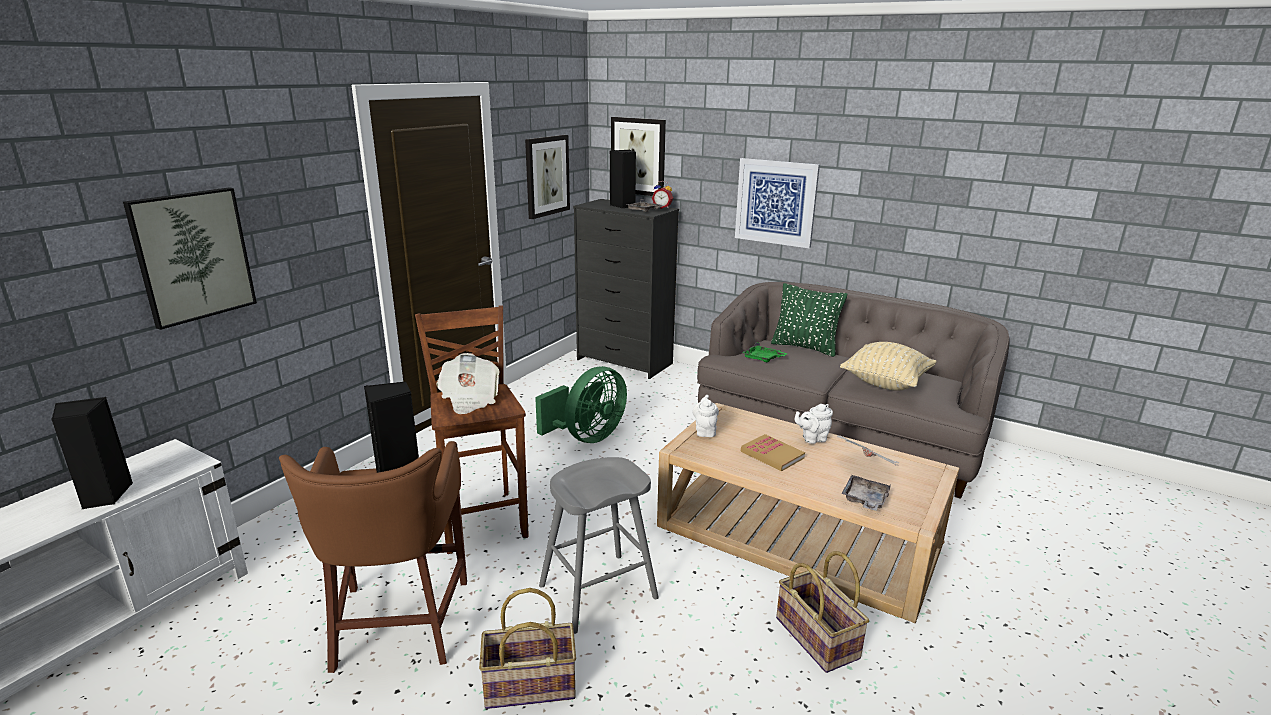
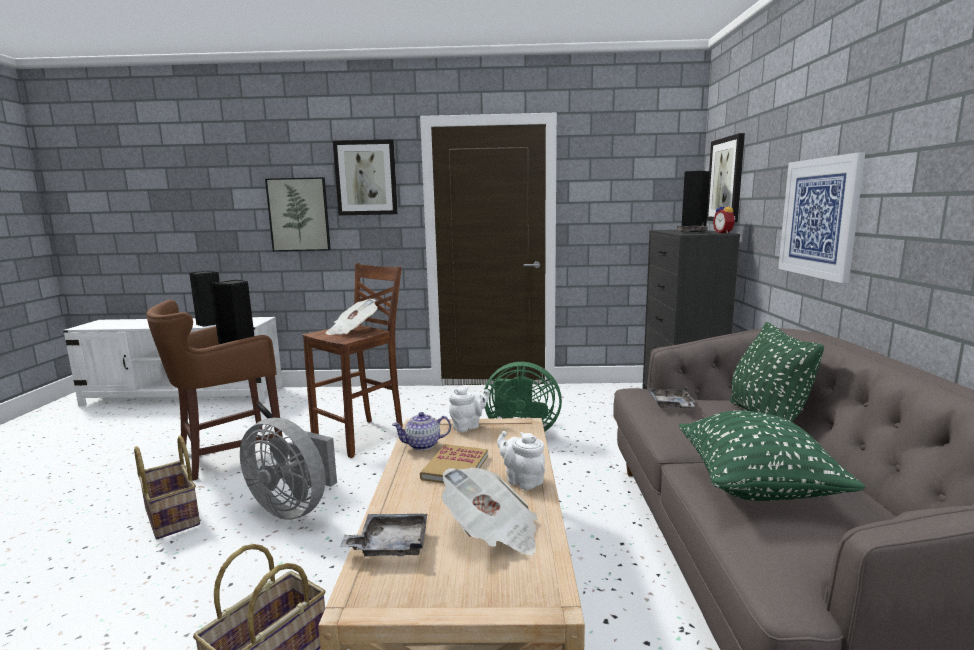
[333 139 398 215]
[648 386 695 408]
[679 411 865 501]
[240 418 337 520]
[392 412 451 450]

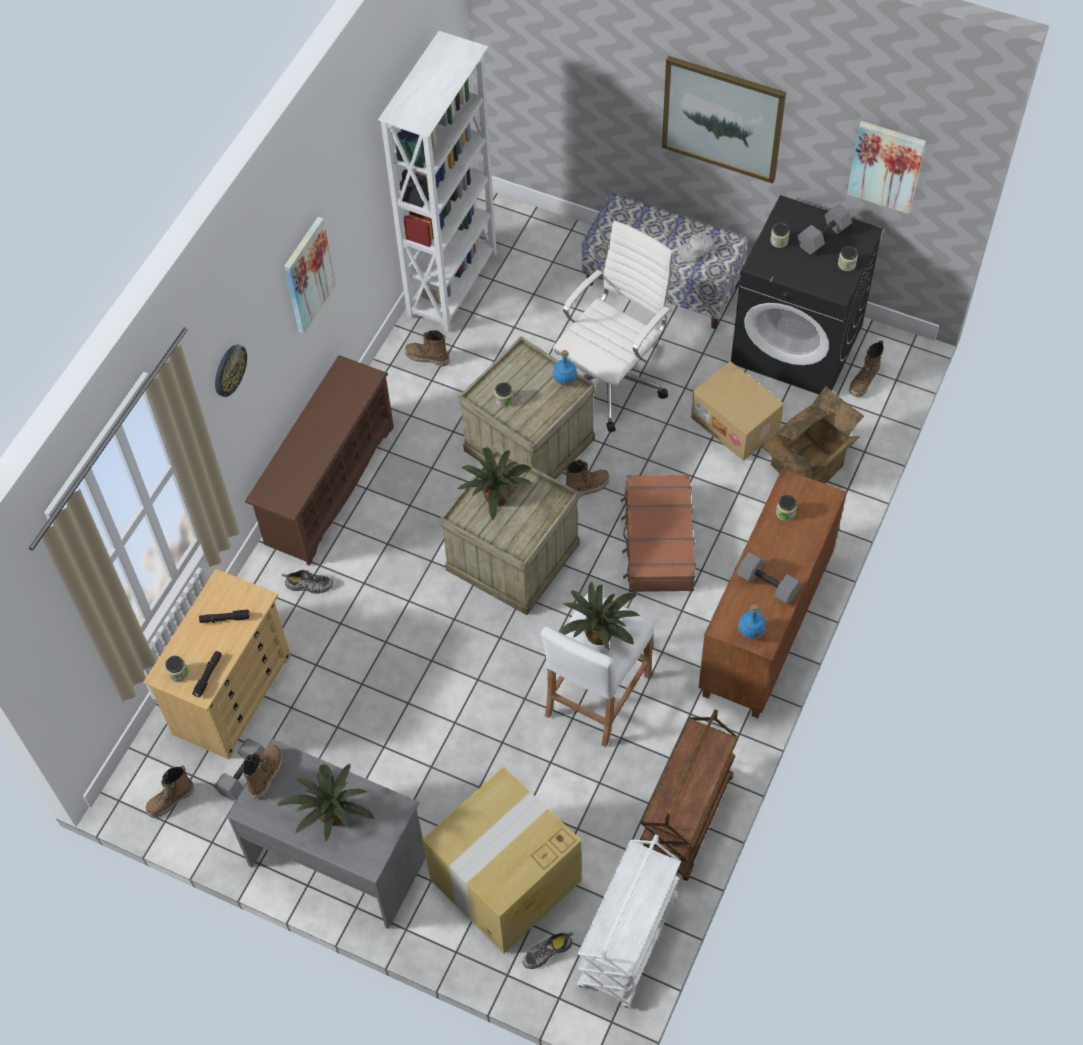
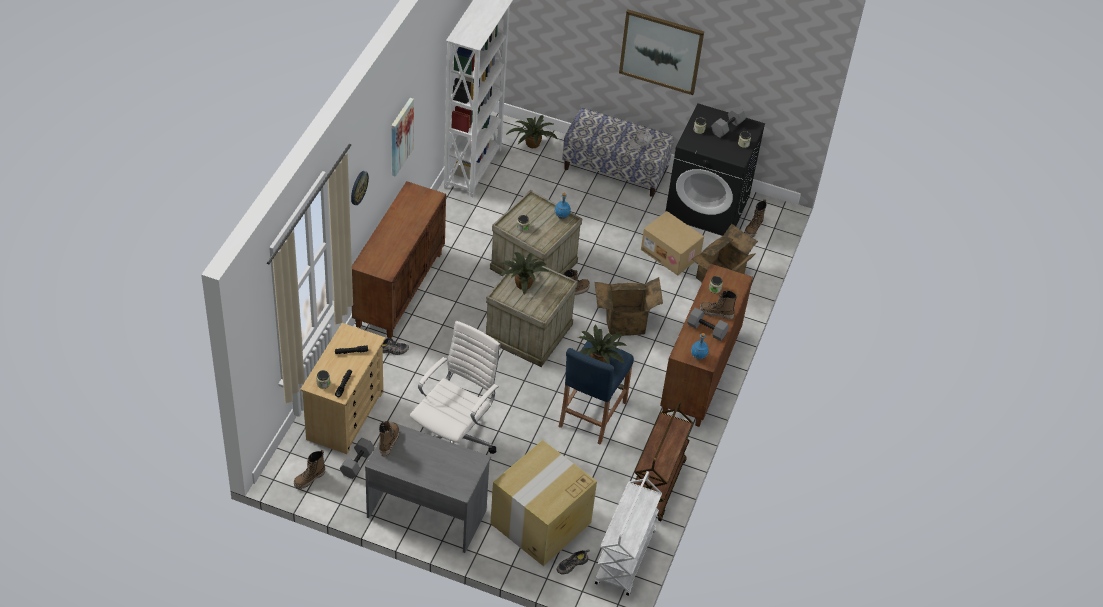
[847 121 926 214] (first image)
[410 321 500 454]
[699 291 738 319]
[352 181 446 338]
[595 277 663 336]
[558 341 634 445]
[506 115 557 148]

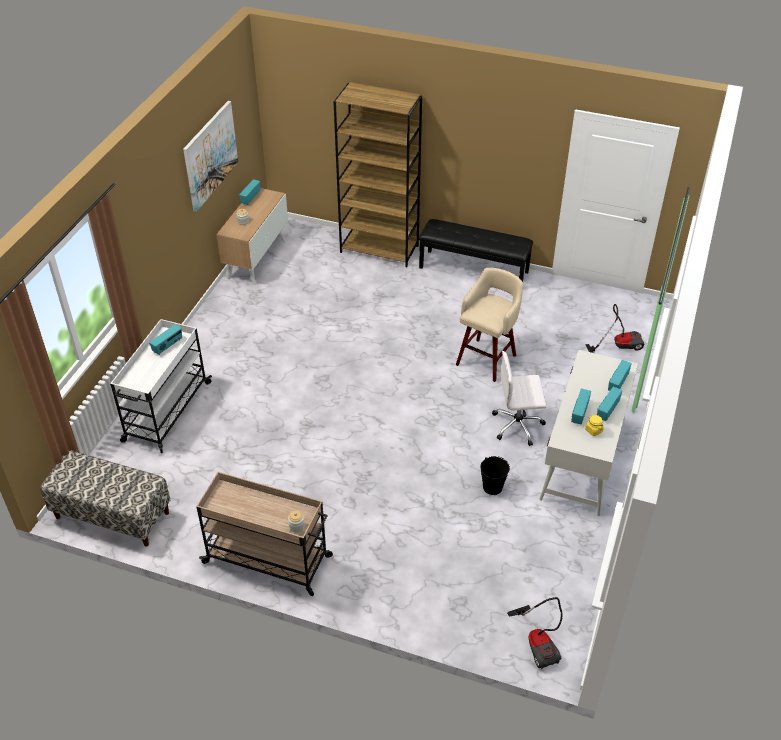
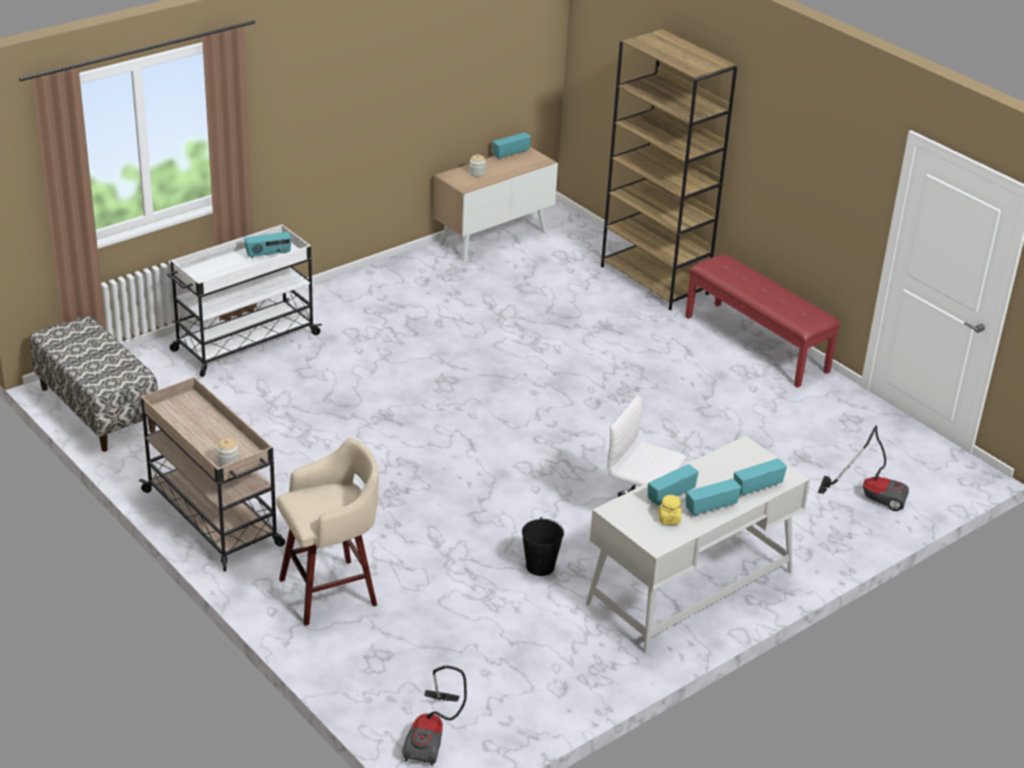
[183 101 238 212] (first image)
[685 255 840 388]
[277 438 379 626]

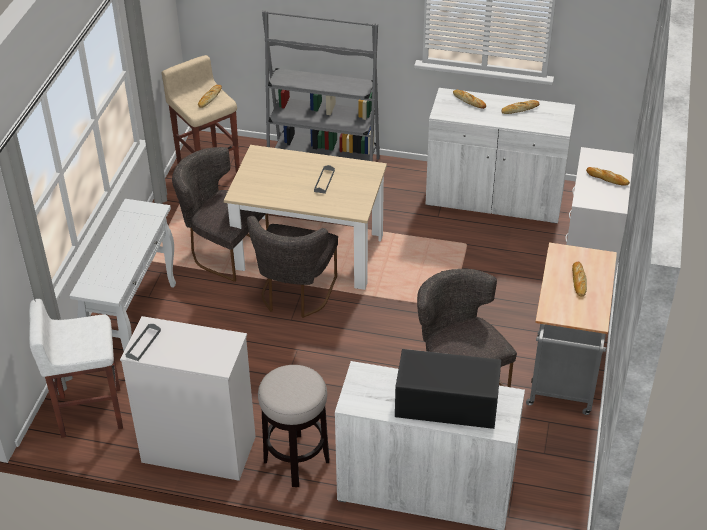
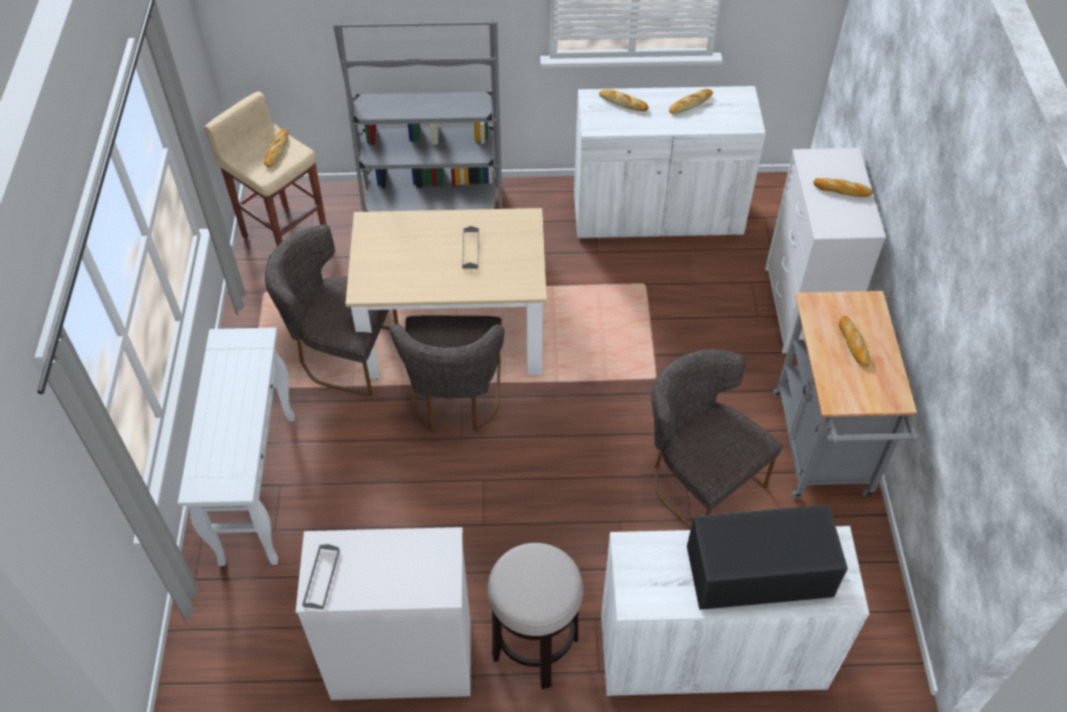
[29 299 123 438] (first image)

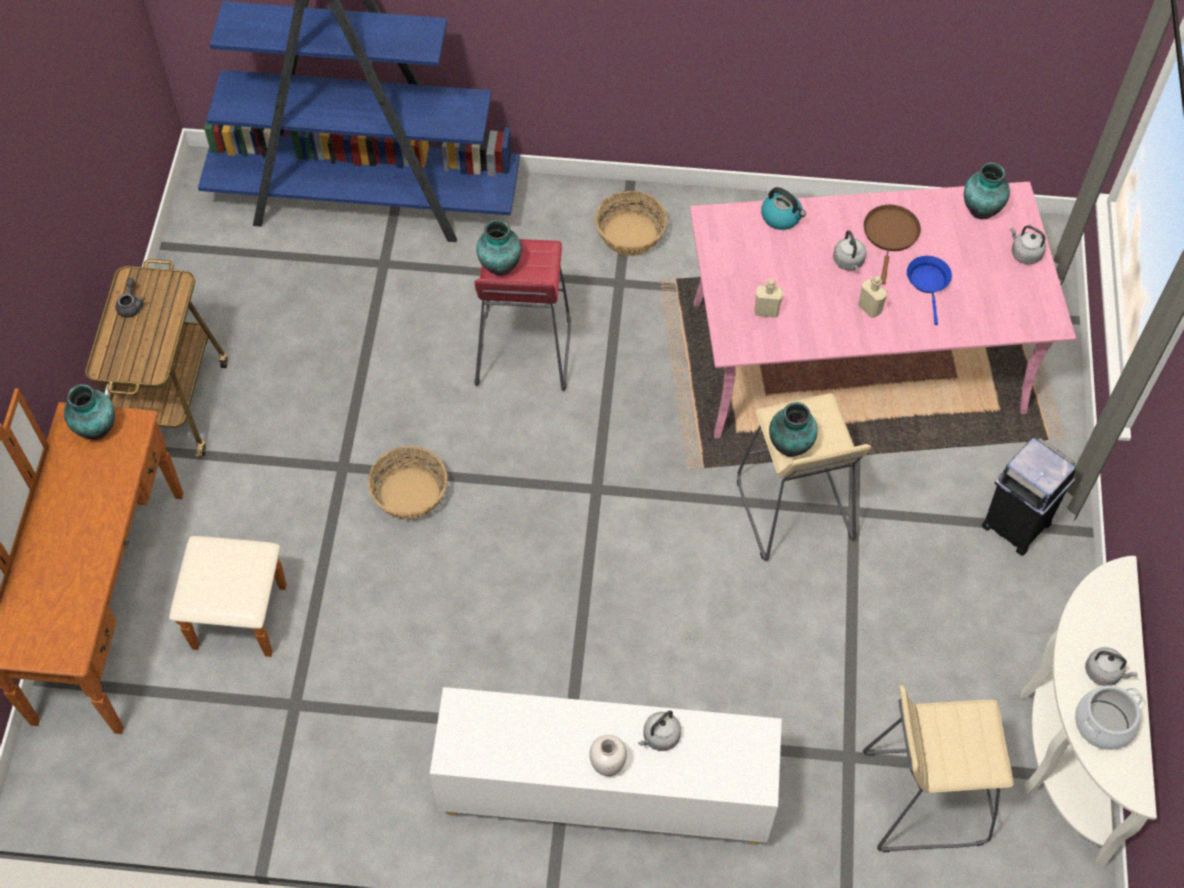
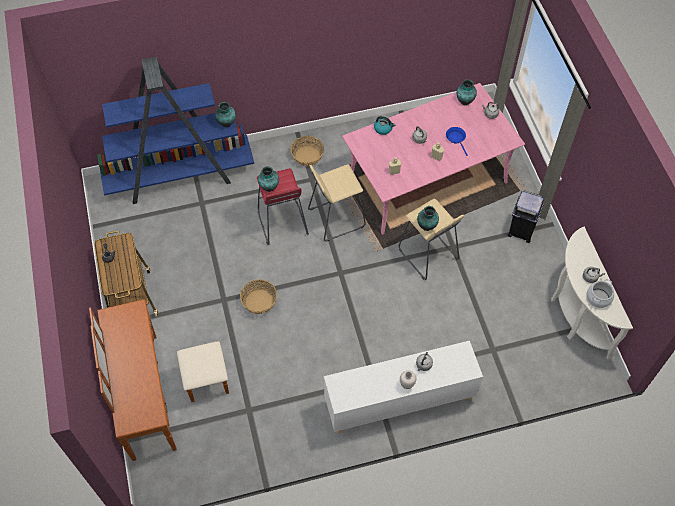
[864 205 921 284] (first image)
[215 102 236 127]
[308 164 366 241]

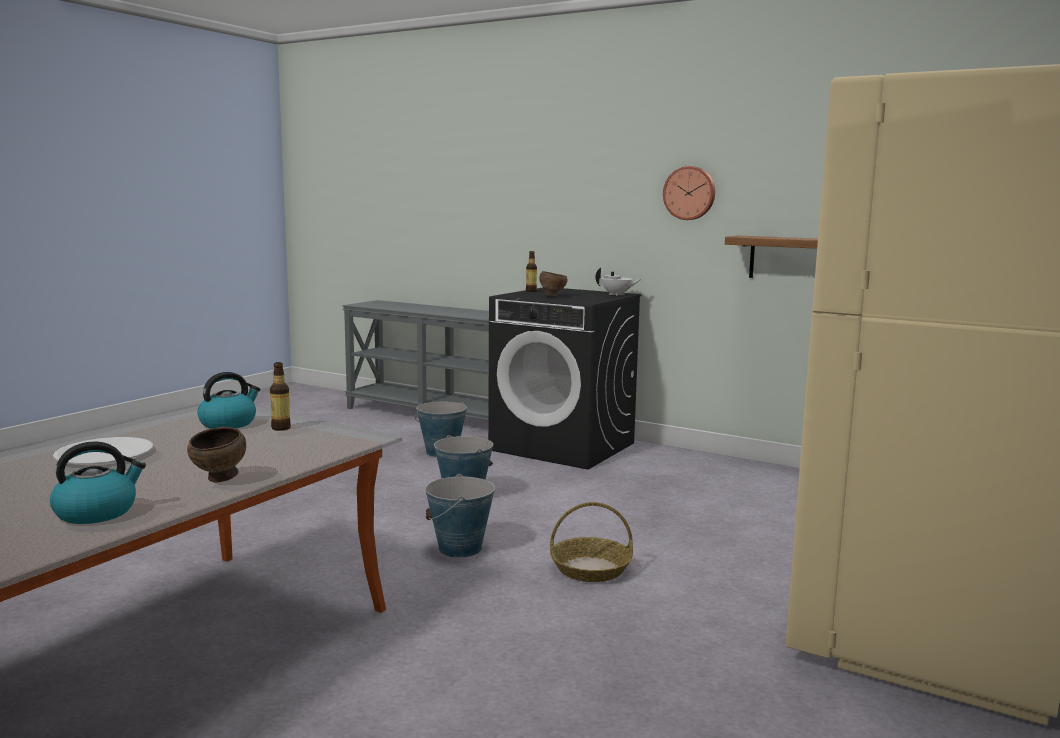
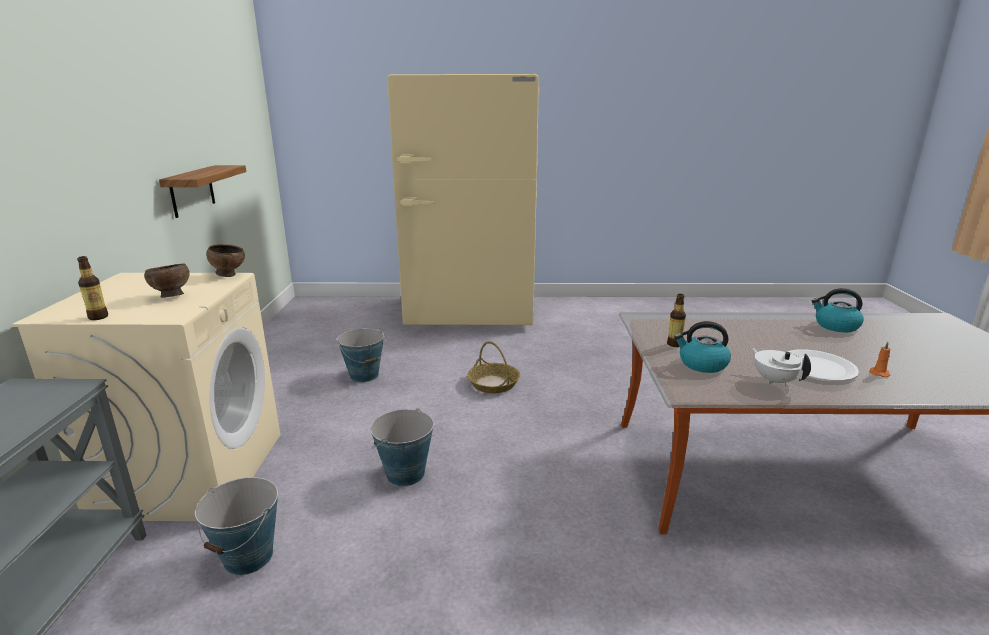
[663 166 715 220] (first image)
[749 346 811 386]
[11 273 280 521]
[206 244 245 277]
[337 328 386 382]
[869 342 890 377]

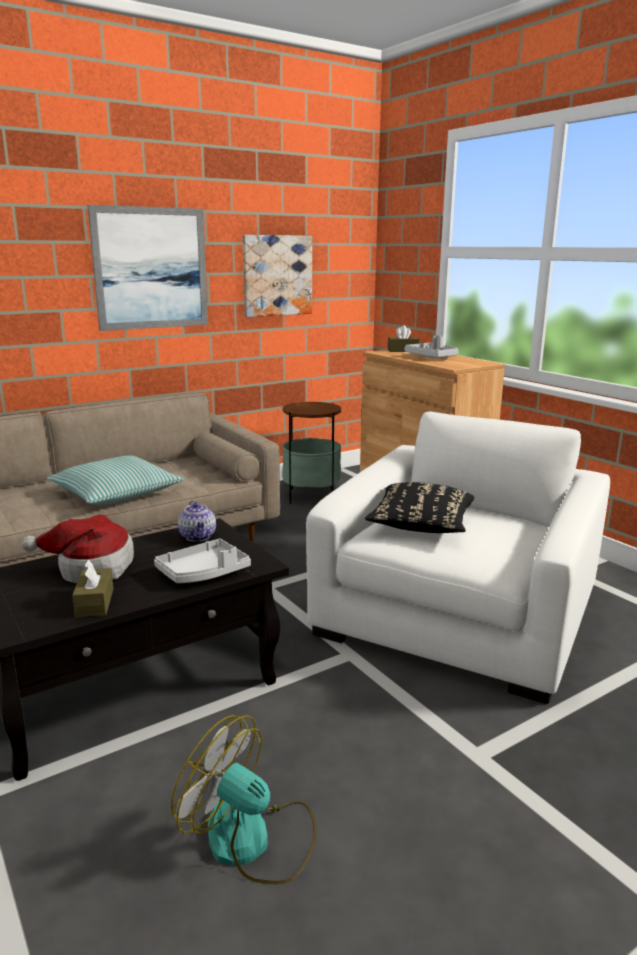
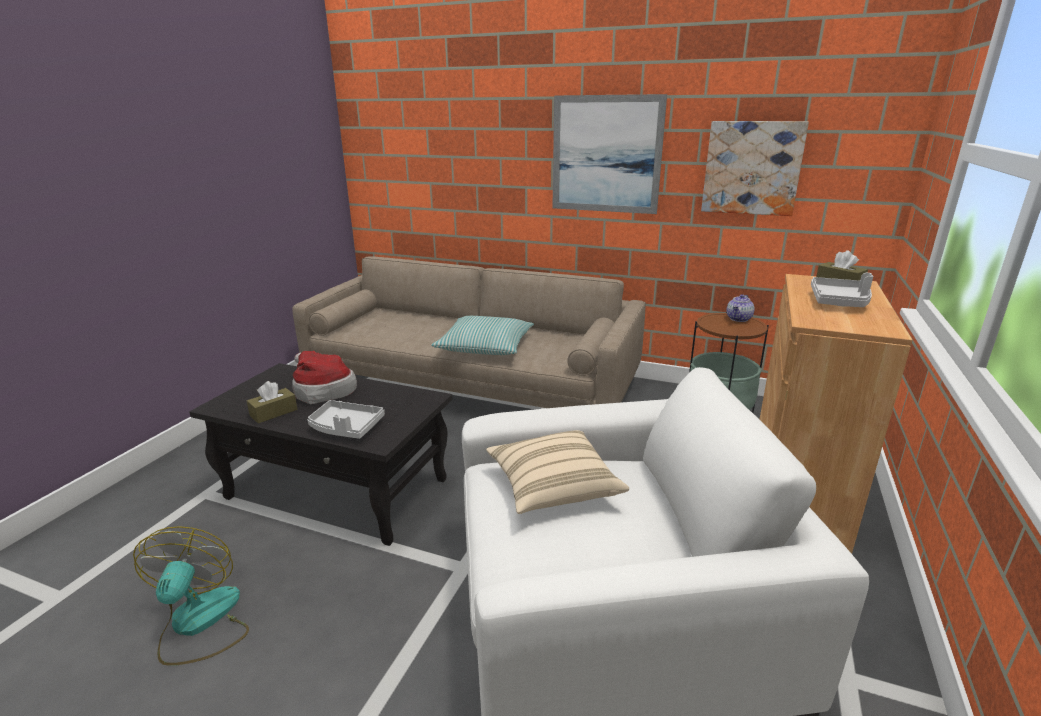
[486 430 629 514]
[726 294 755 322]

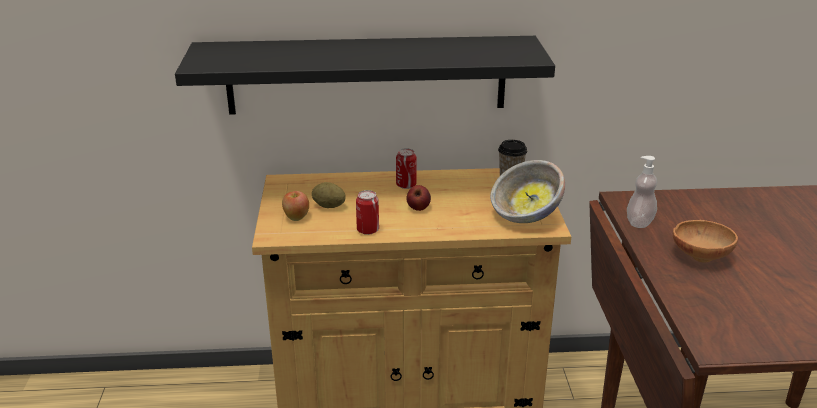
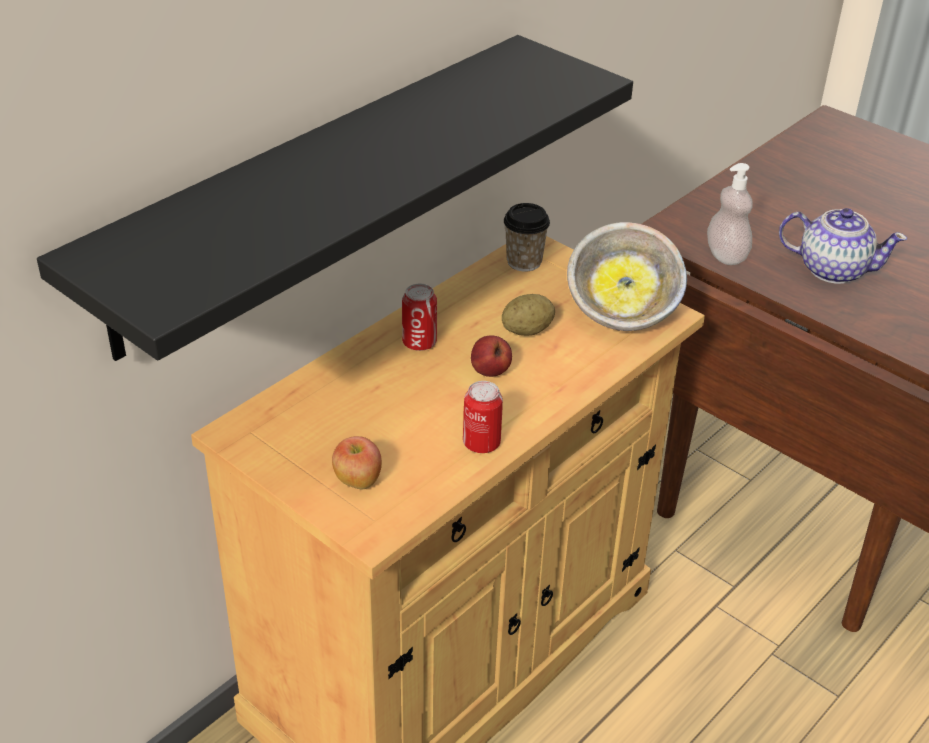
[502 294 555 336]
[779 208 907 284]

